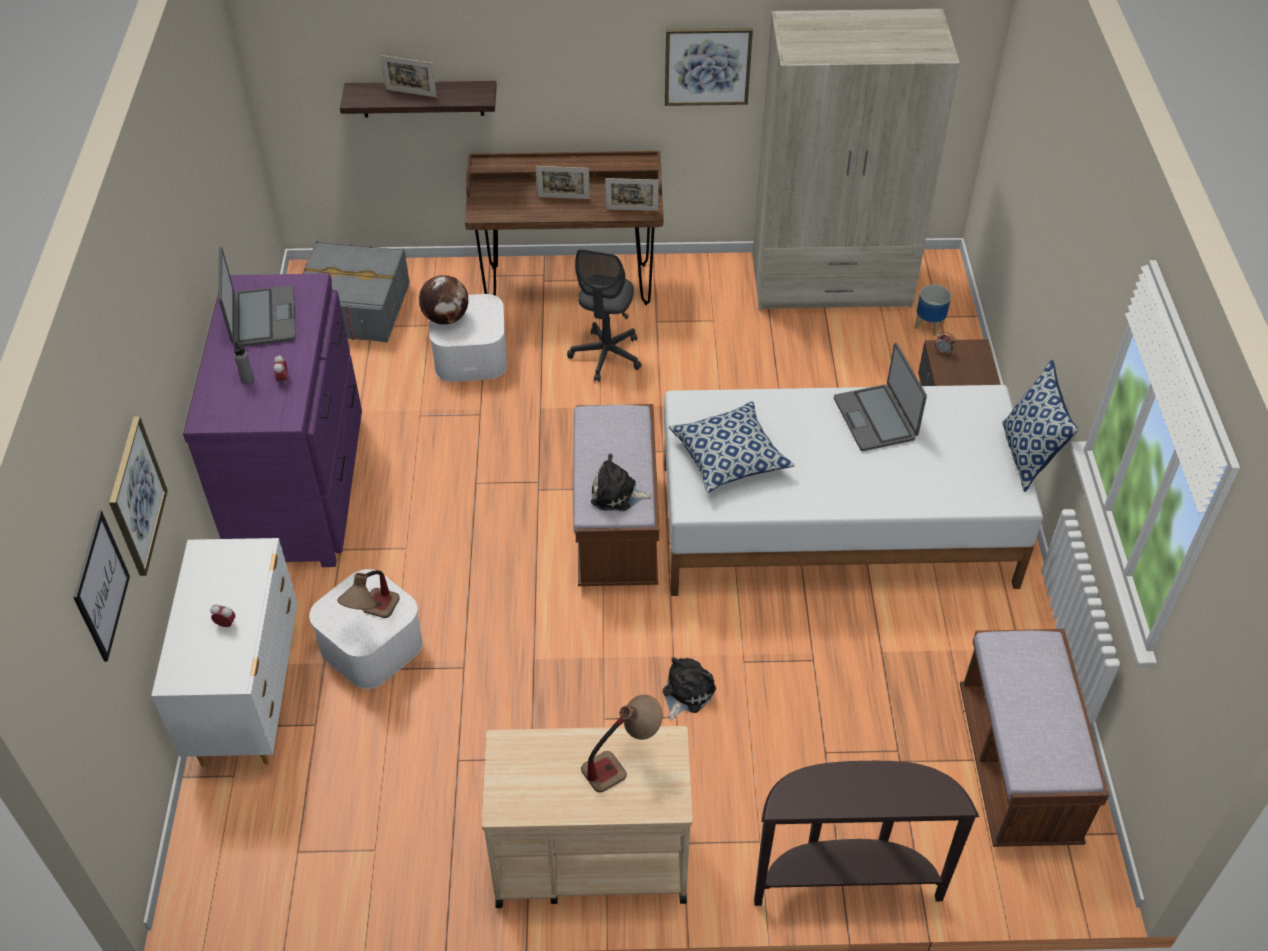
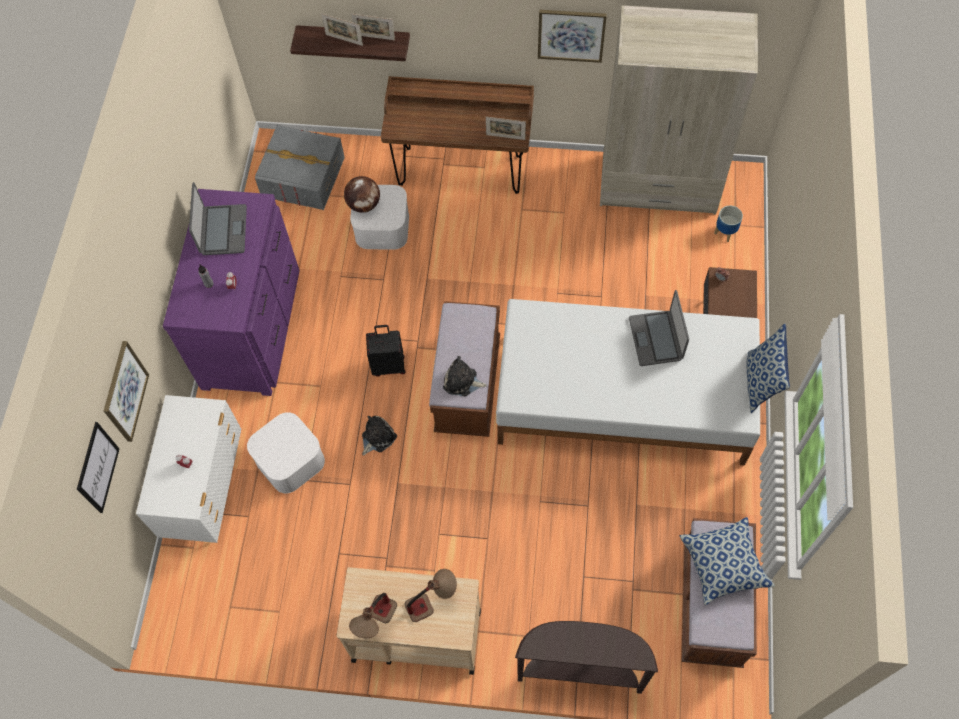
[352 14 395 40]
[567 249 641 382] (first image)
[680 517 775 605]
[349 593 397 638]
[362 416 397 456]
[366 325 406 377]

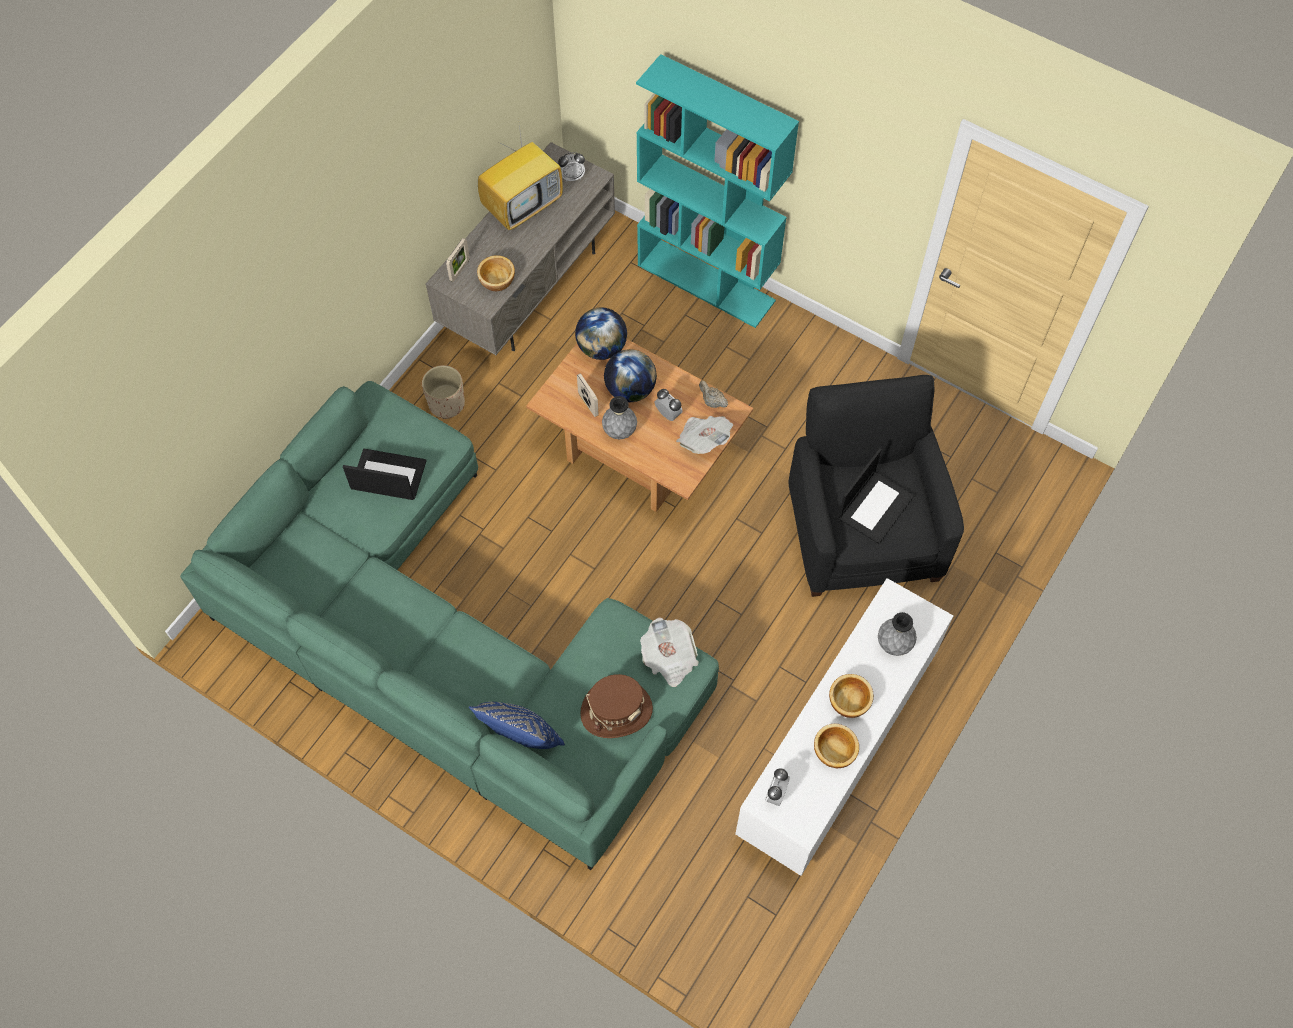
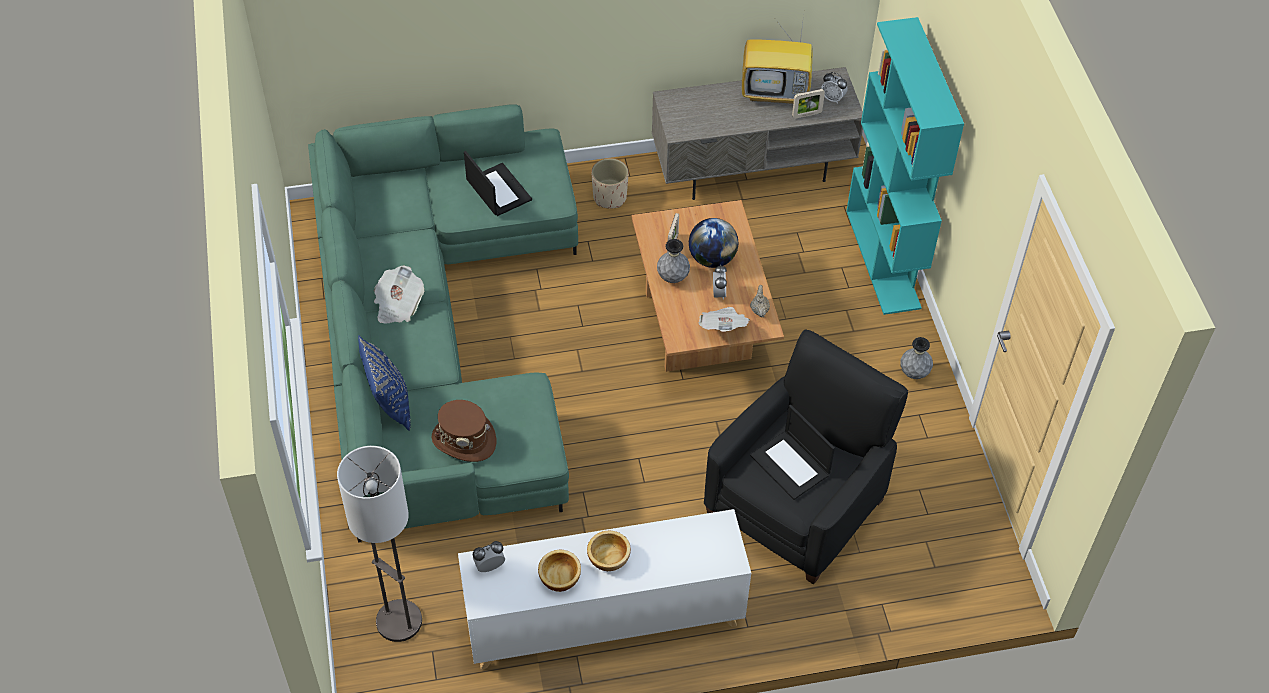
[792 89 825 119]
[477 255 515 291] (first image)
[575 307 627 360] (first image)
[750 405 835 500]
[900 337 933 379]
[374 266 424 324]
[337 446 422 642]

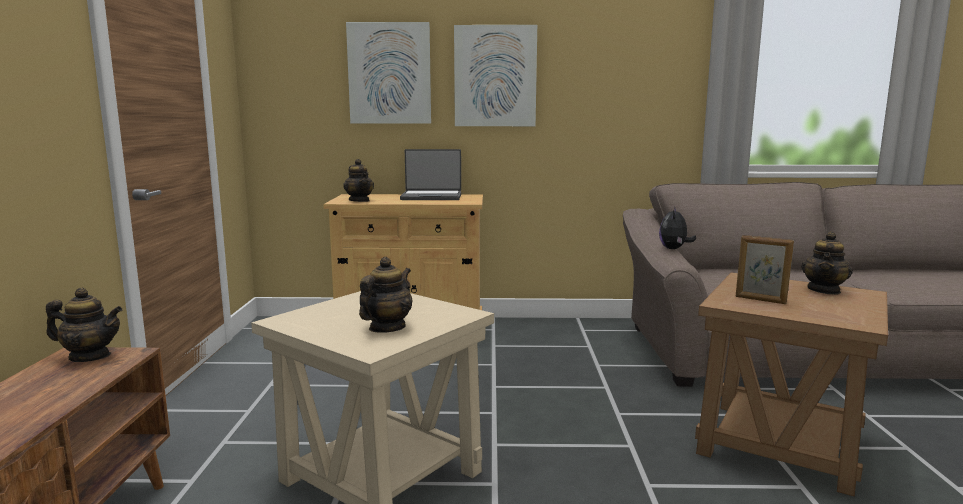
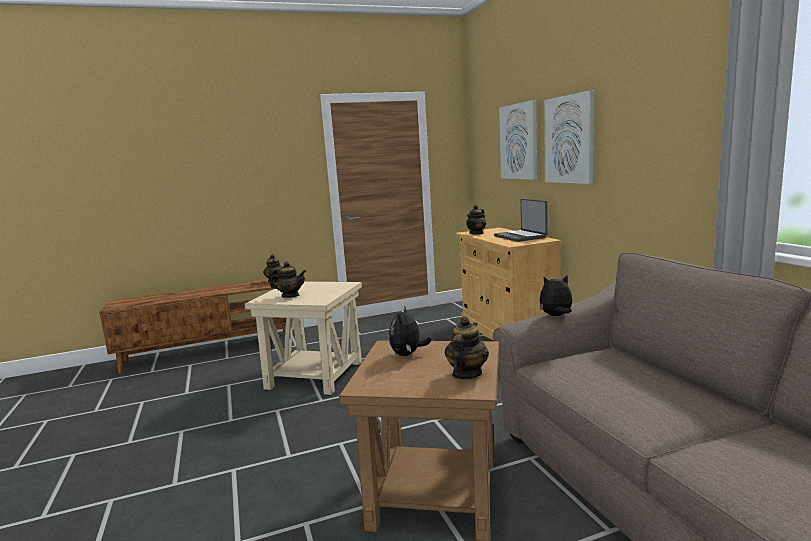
[445 316 489 379]
[389 305 431 356]

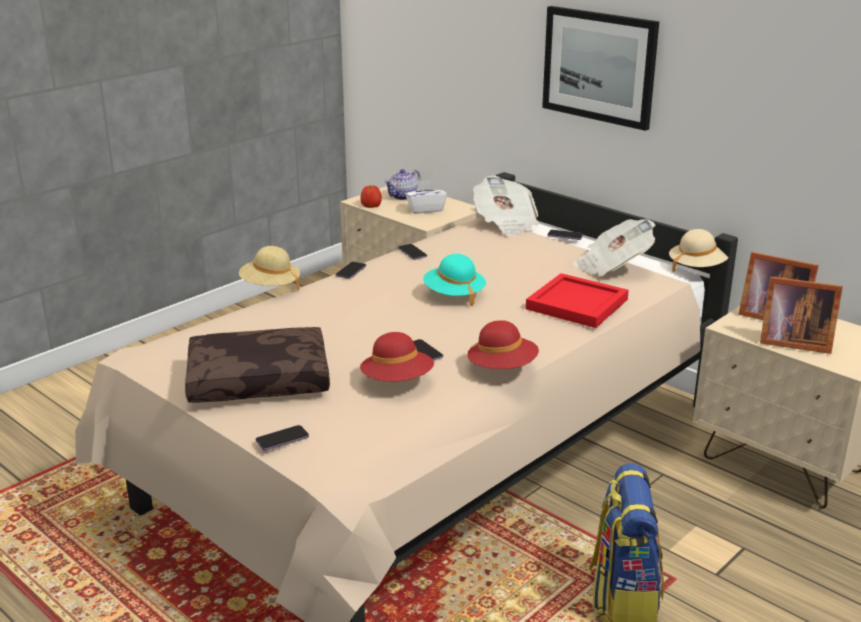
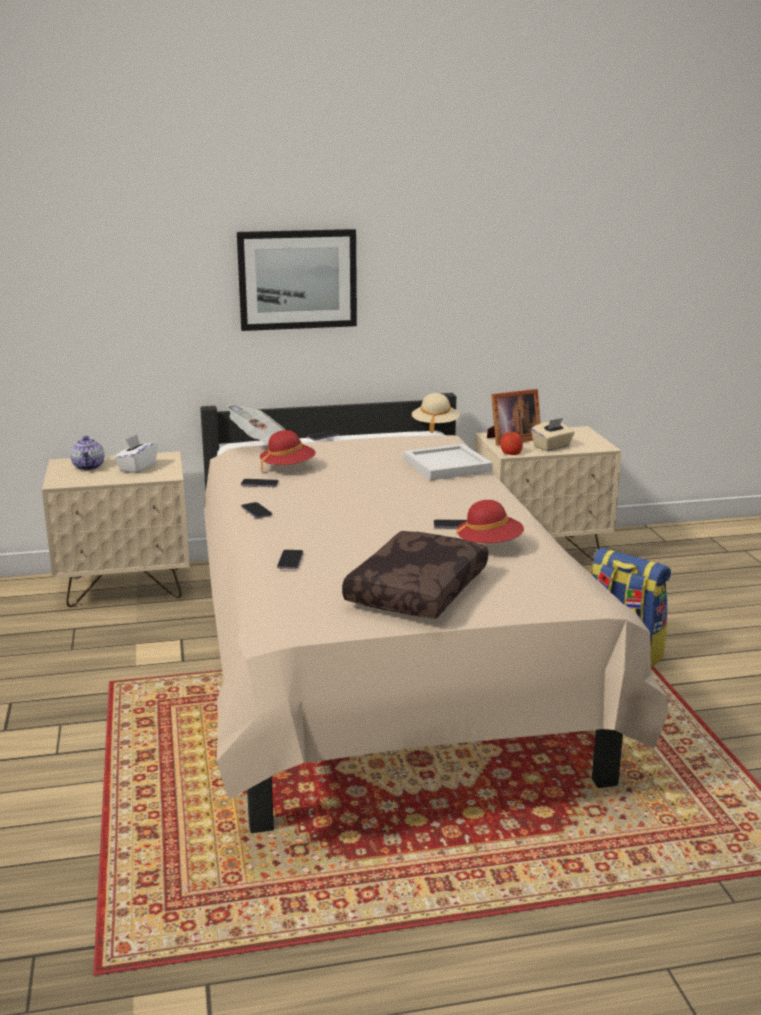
[500 432 523 455]
[573 219 656 276] (first image)
[239 246 300 291] (first image)
[423 254 486 306] (first image)
[404 444 493 480]
[531 418 575 451]
[260 430 316 471]
[277 550 303 569]

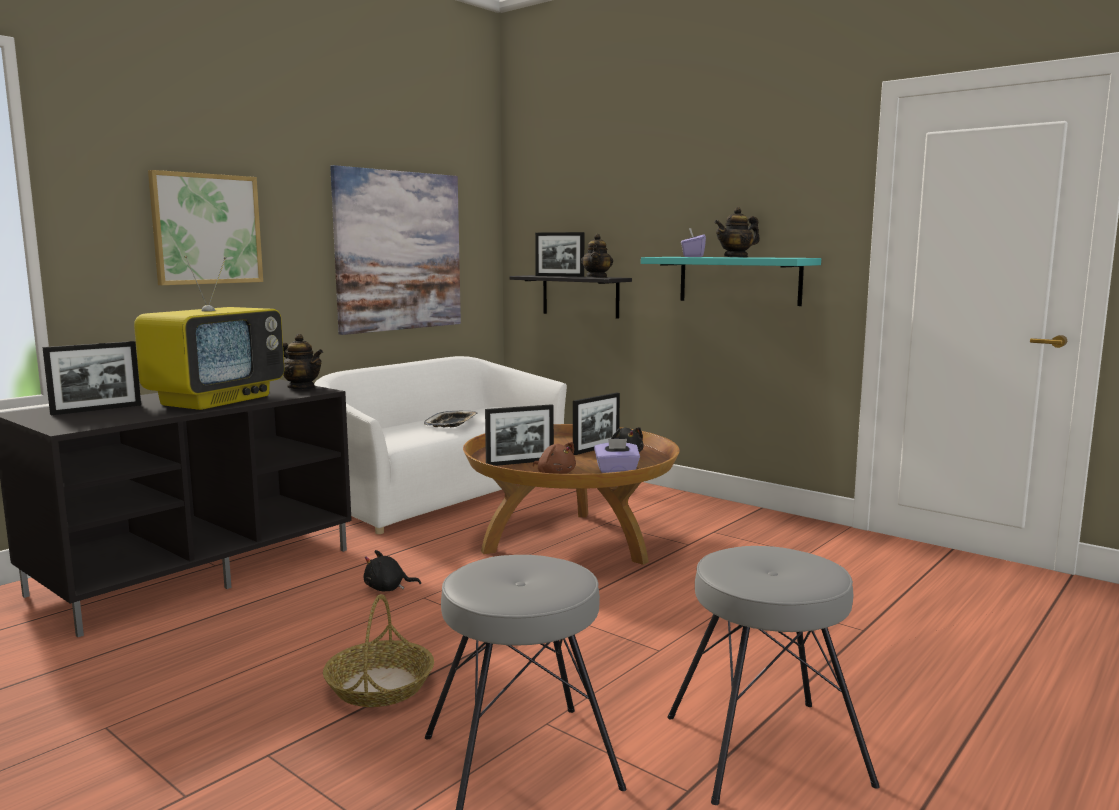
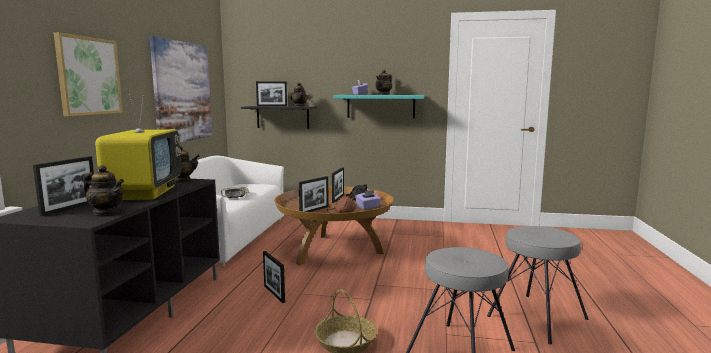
[263 251 285 303]
[83 165 124 215]

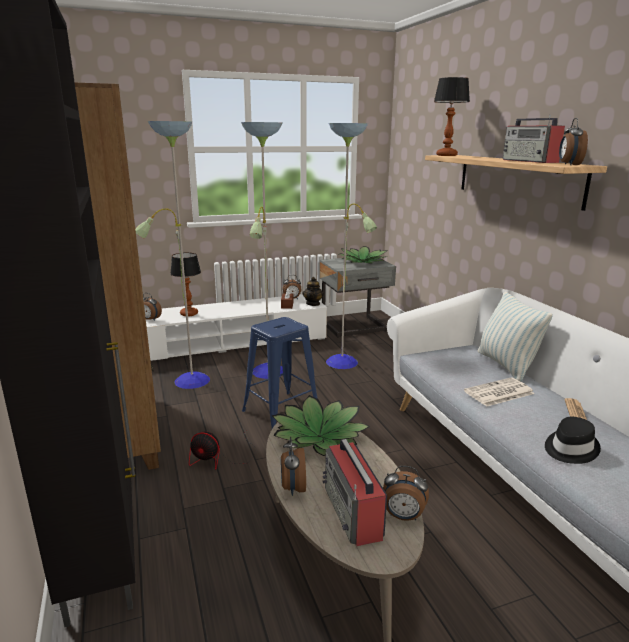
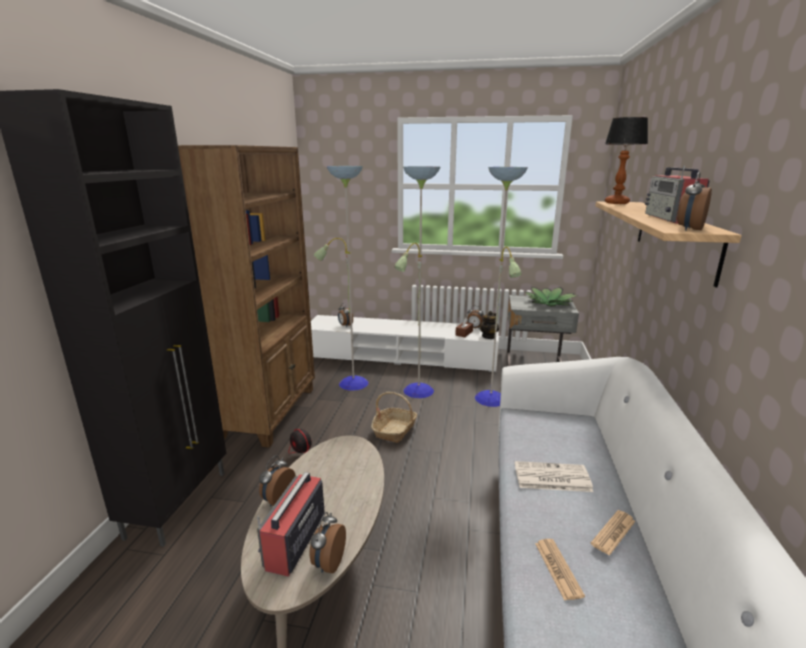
[170 253 201 316] (first image)
[477 292 553 381] (first image)
[371 392 417 443]
[272 395 370 456] (first image)
[535 539 585 601]
[309 512 346 574]

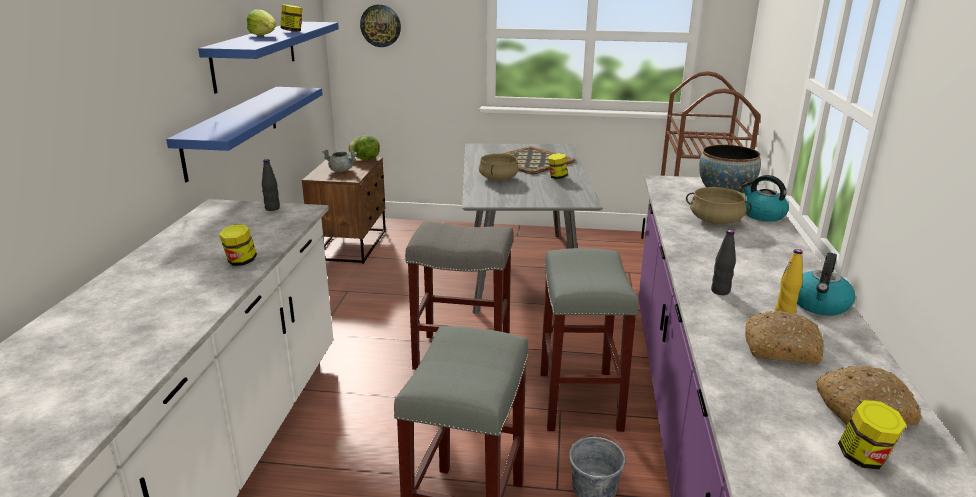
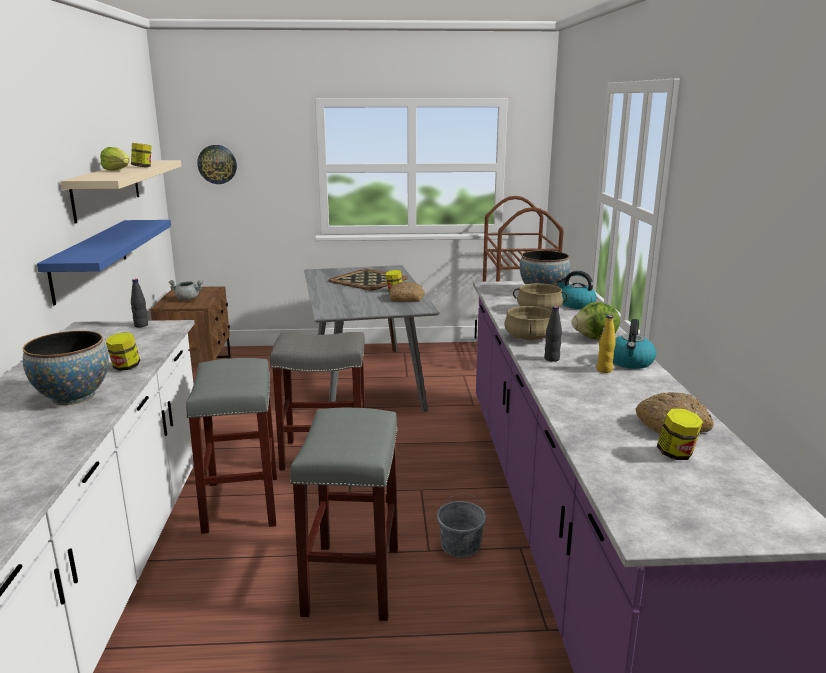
[61 160 182 224]
[571 302 620 340]
[504 306 552 340]
[186 358 277 534]
[389 281 425 302]
[23 331 109 405]

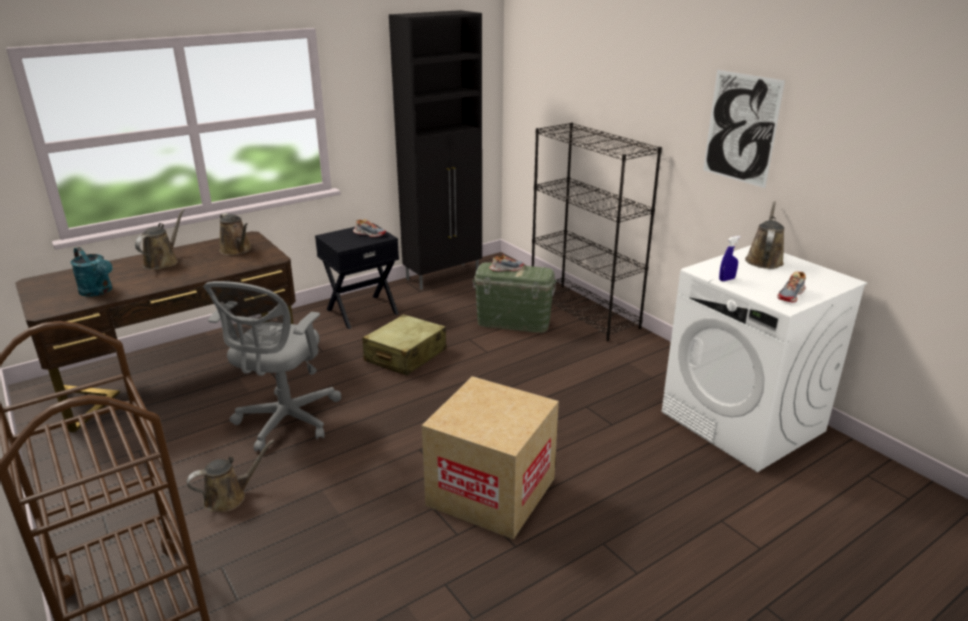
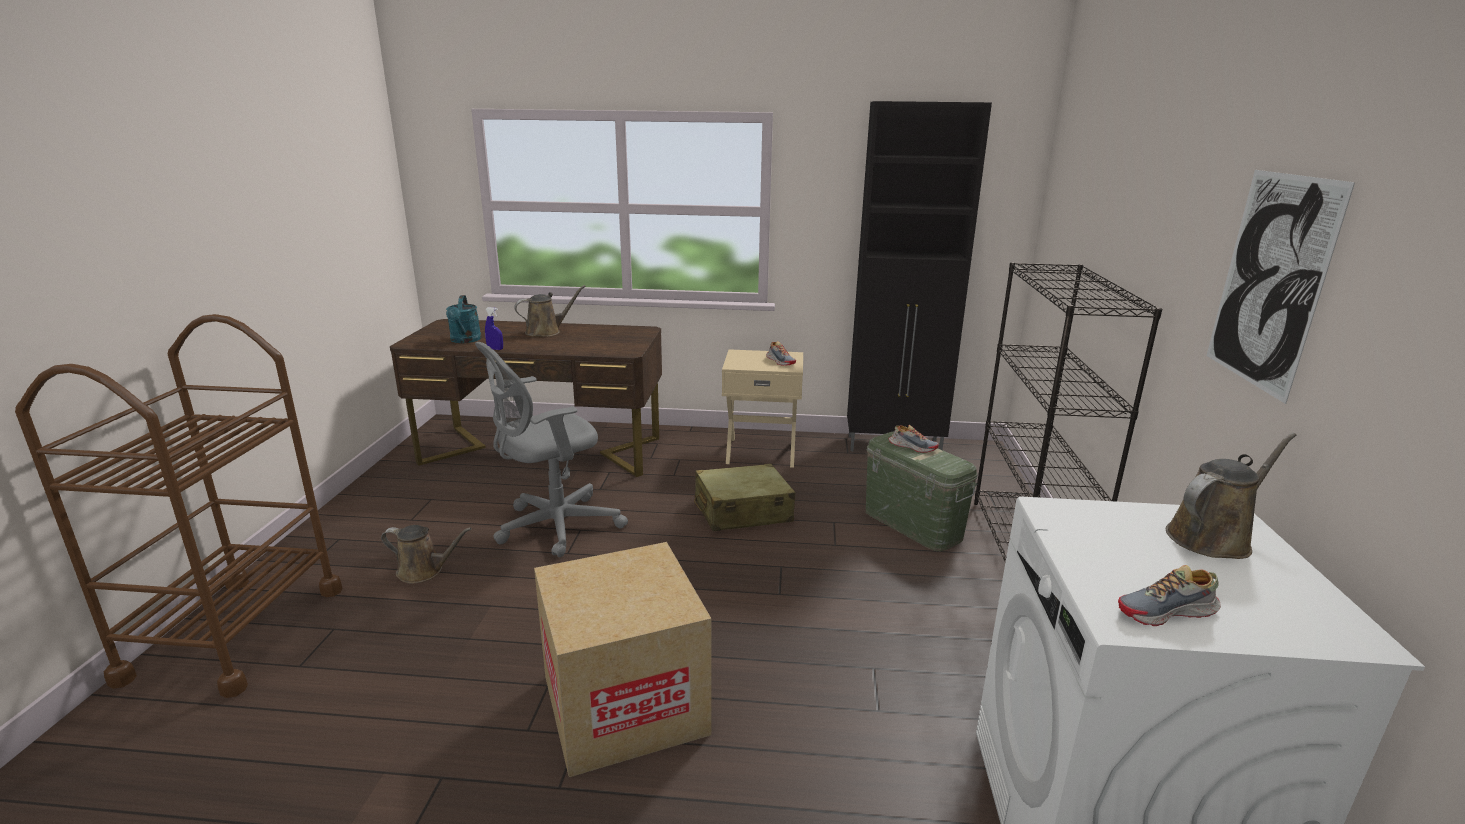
[219 213 252 255] (first image)
[722 349 803 468]
[485 307 503 350]

